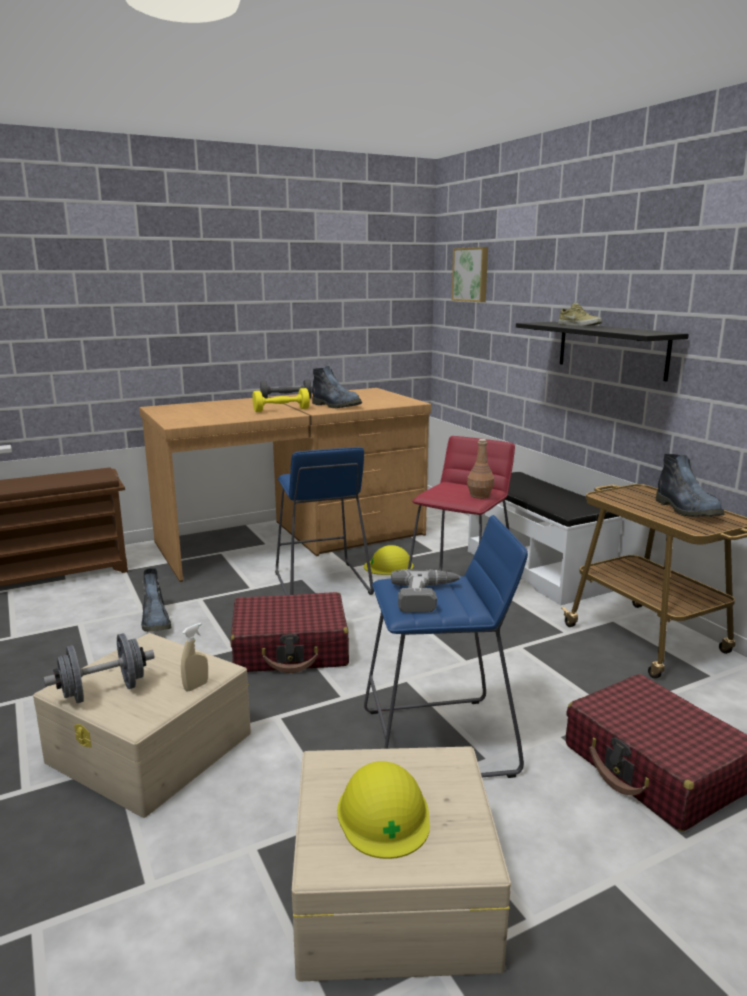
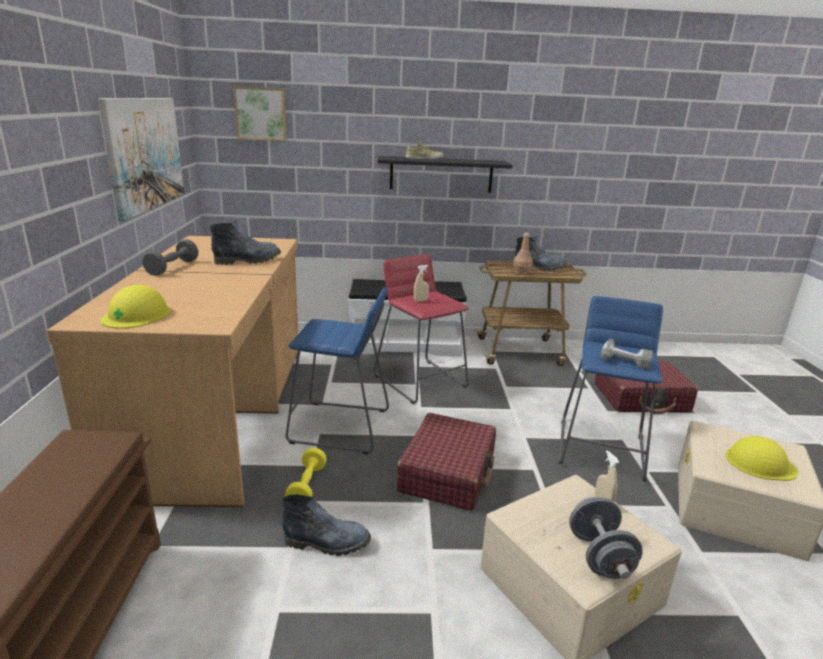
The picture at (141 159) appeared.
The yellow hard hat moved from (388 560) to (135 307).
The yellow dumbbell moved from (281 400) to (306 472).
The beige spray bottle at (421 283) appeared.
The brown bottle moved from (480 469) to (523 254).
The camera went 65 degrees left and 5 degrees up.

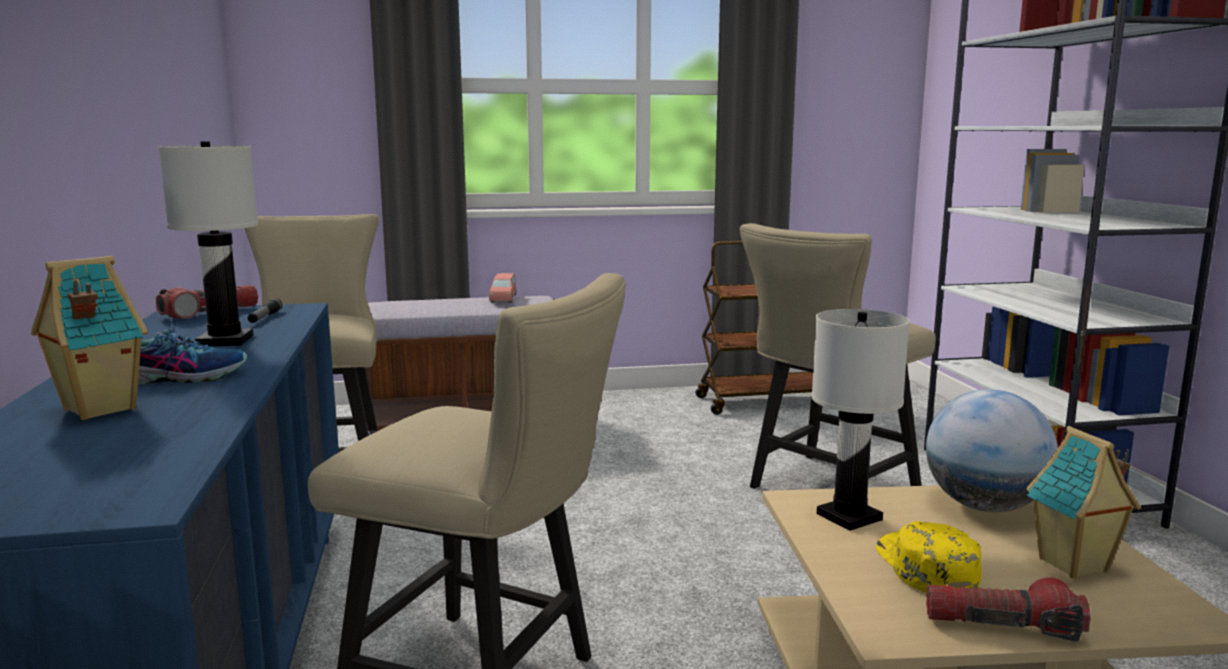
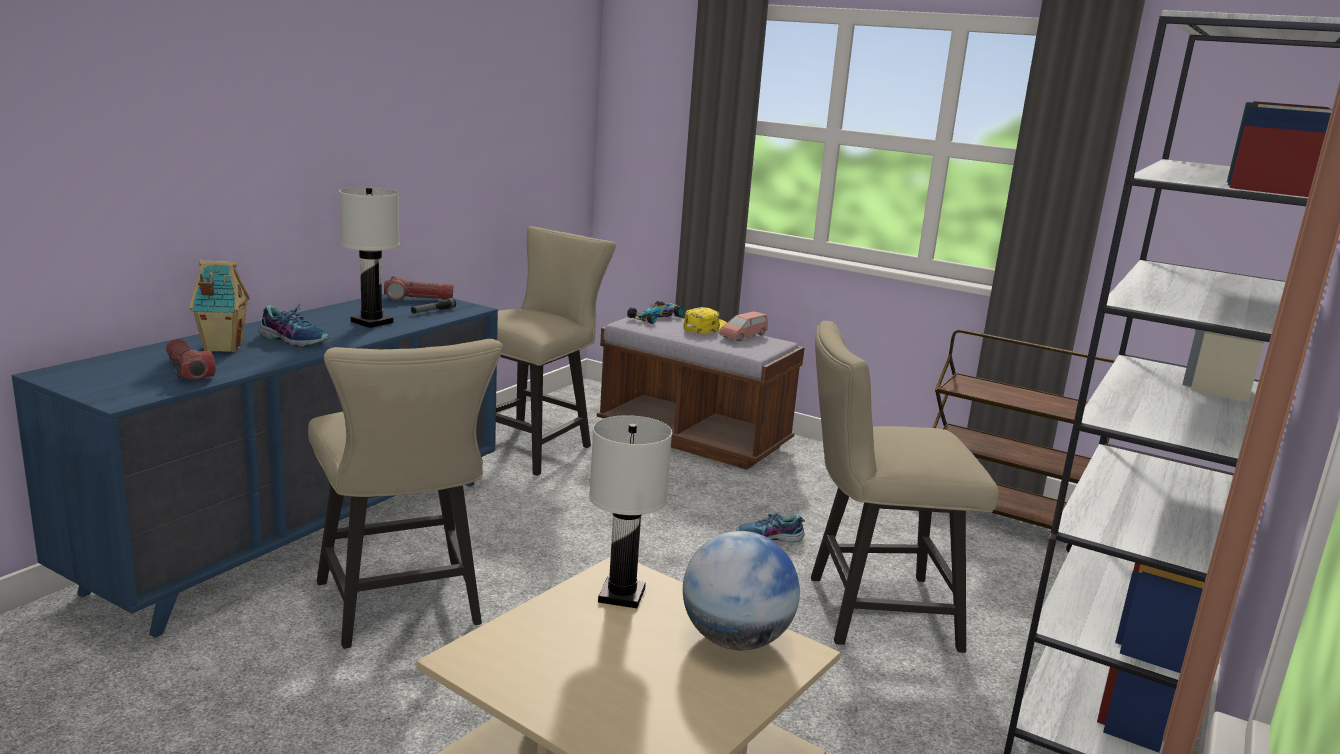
The flashlight moved from (1008 609) to (190 359).
The toy car at (655 312) appeared.
The yellow cap moved from (929 557) to (705 320).
The shoe at (770 527) appeared.
The toy house at (1083 502) disappeared.
The camera went 40 degrees right and 5 degrees up.

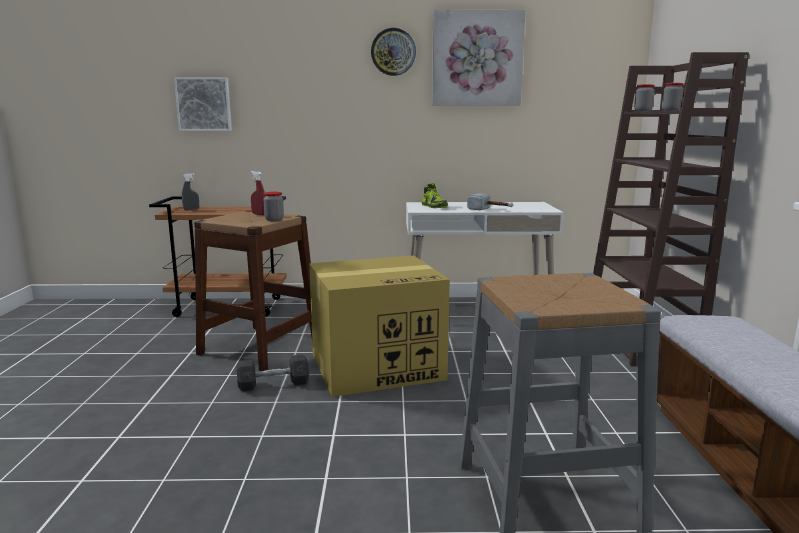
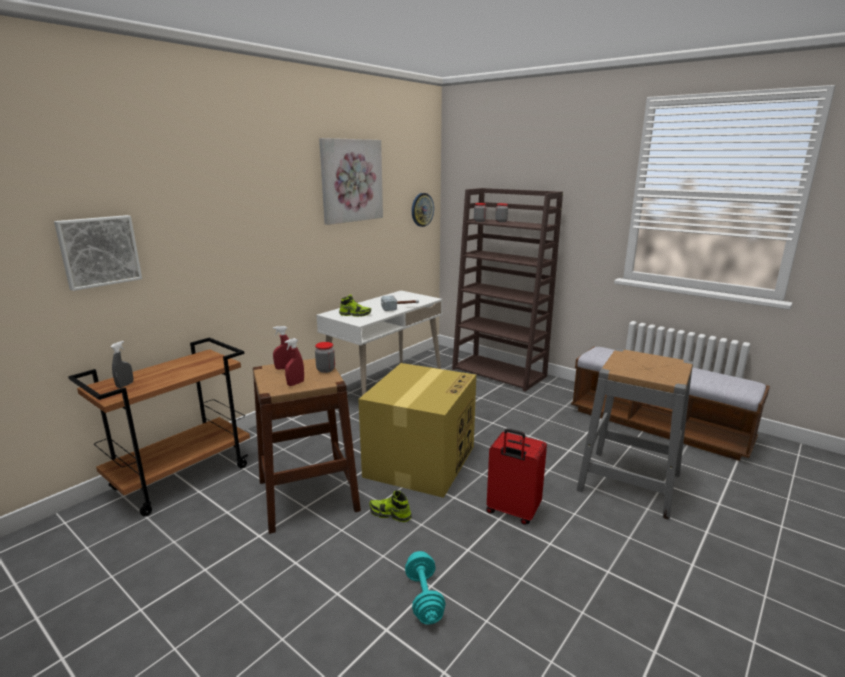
The red spray bottle at (294 362) appeared.
The grey dumbbell at (273 373) was replaced by the shoe at (390 506).
The turquoise dumbbell at (425 588) appeared.
The wall clock moved from (393 52) to (423 210).
The red suitcase at (516 476) appeared.
The camera went 50 degrees left and 5 degrees up.

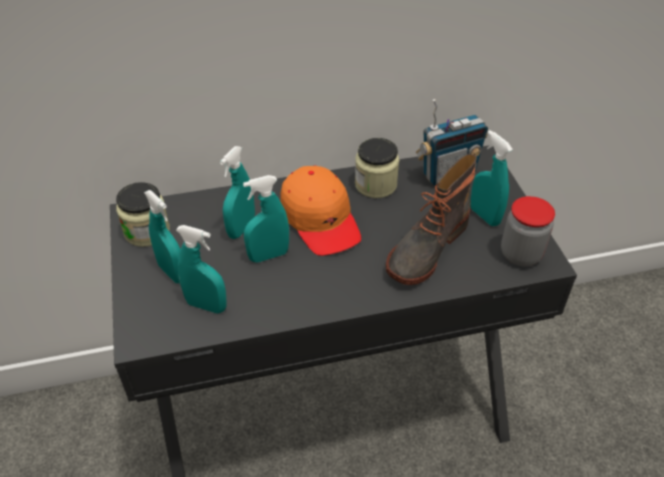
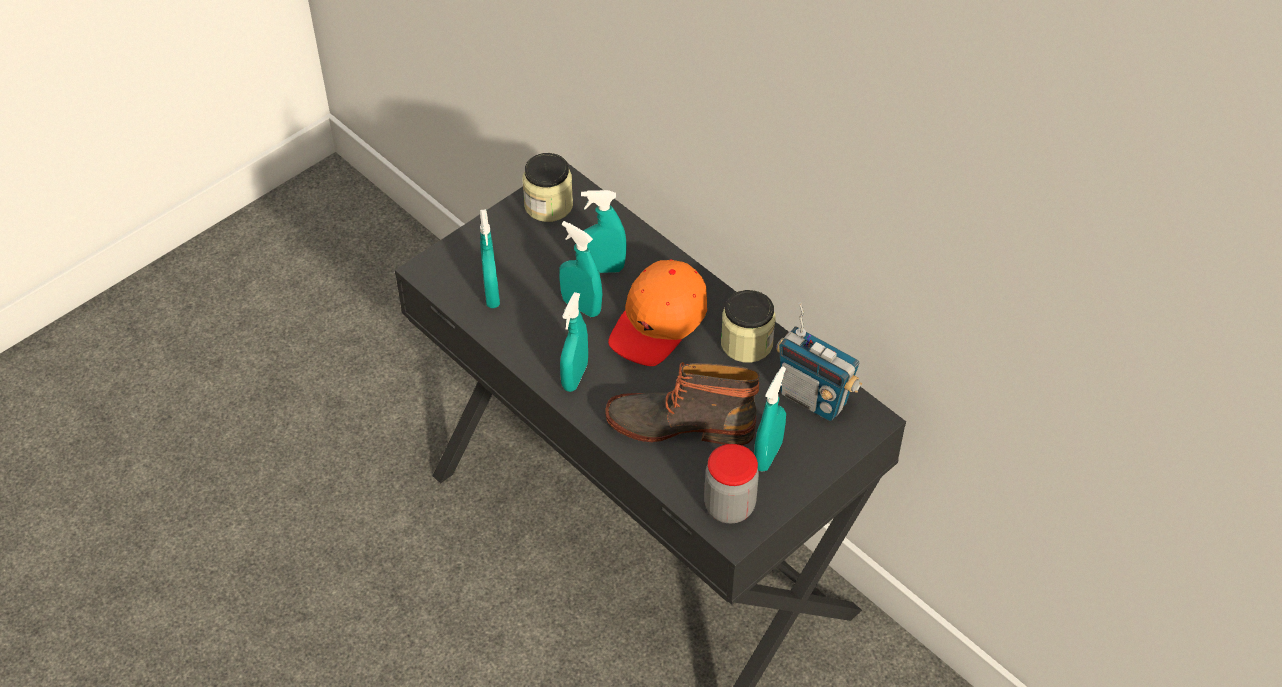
The turquoise spray bottle moved from (162 236) to (574 342).
The camera went 60 degrees right and 5 degrees up.

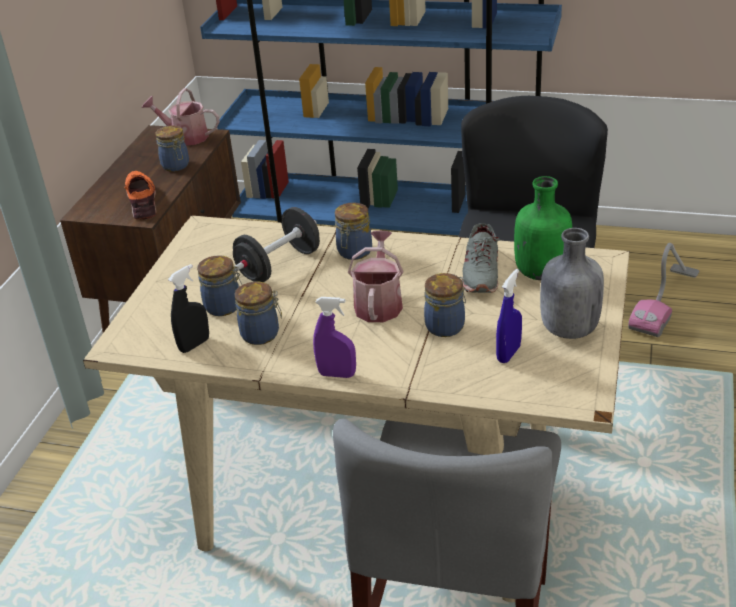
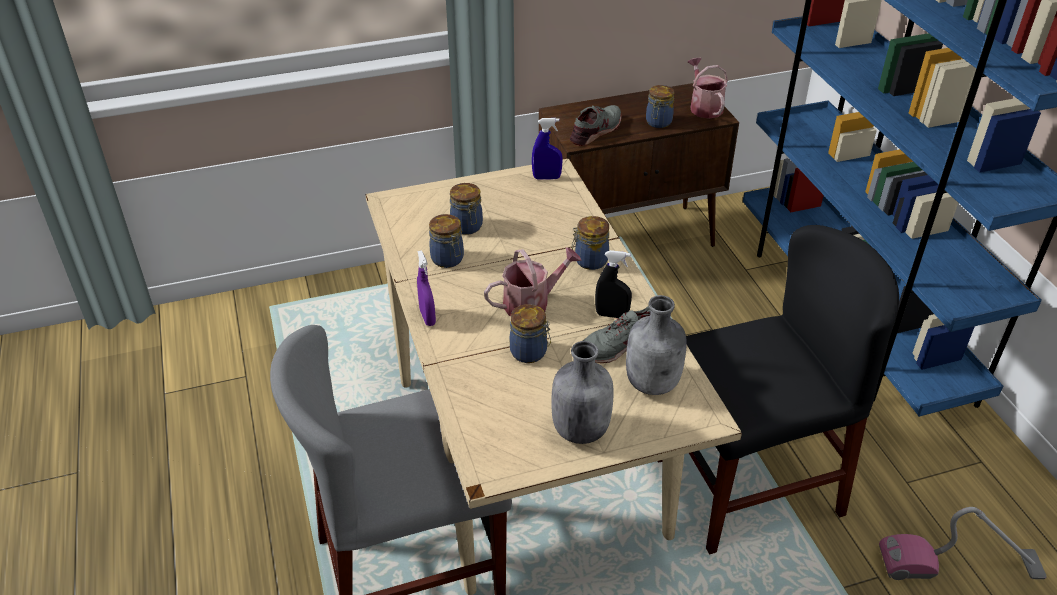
The blue spray bottle moved from (509 316) to (547 148).
The orange shoe at (141 195) became the grey shoe at (596 125).
The black spray bottle moved from (188 308) to (613 284).
The green bottle at (543 228) became the grey bottle at (656 345).
The black dumbbell at (276 244) disappeared.
The camera went 55 degrees right and 5 degrees up.

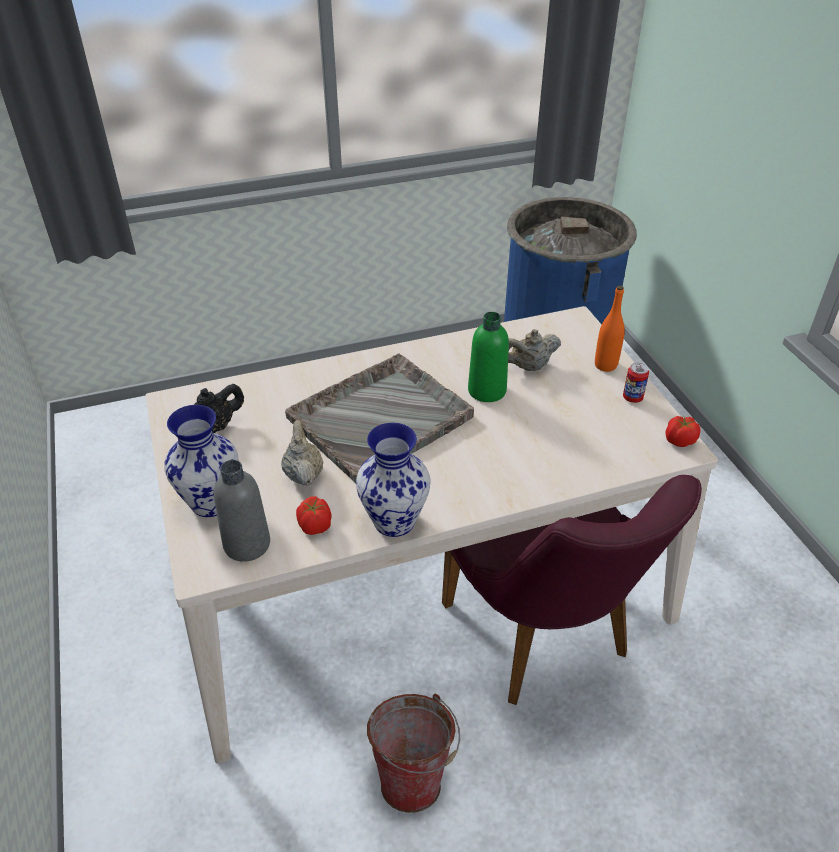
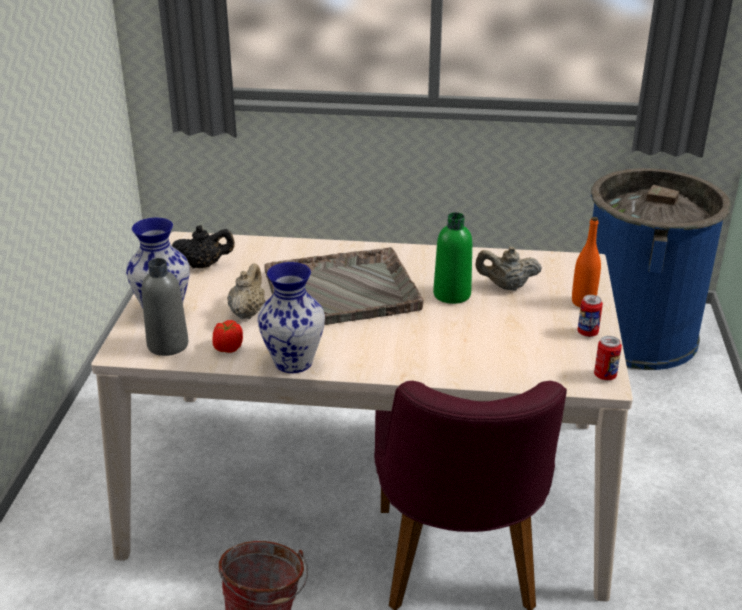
The tomato at (683 431) was replaced by the can at (608 358).
The camera went 25 degrees right and 10 degrees down.

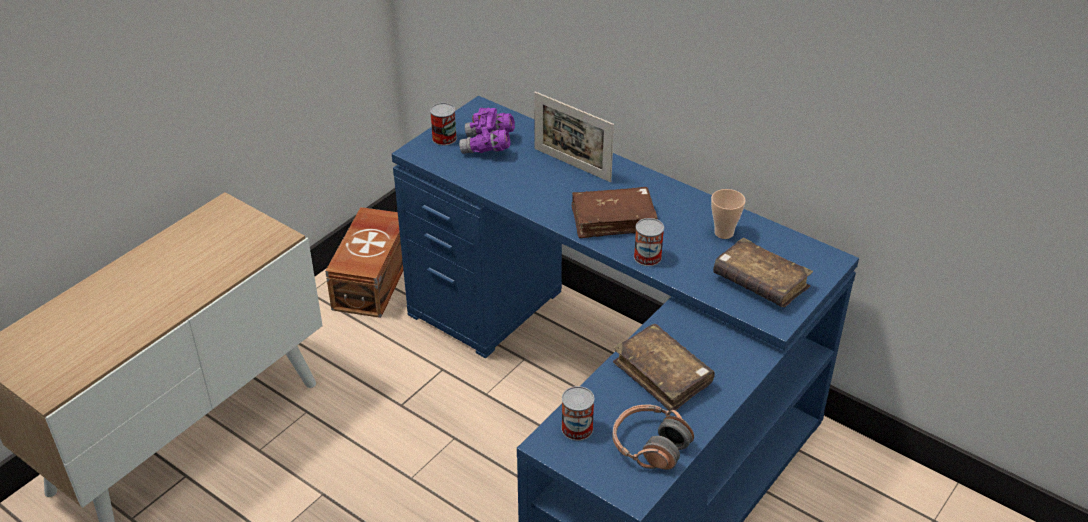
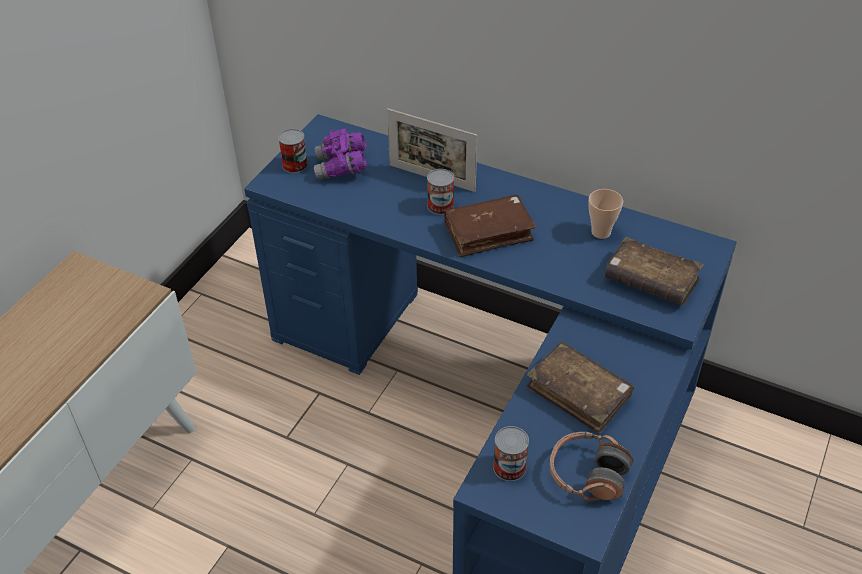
The can moved from (649 242) to (440 192).
The brown storage box at (364 262) disappeared.
The camera went 10 degrees left and 5 degrees up.

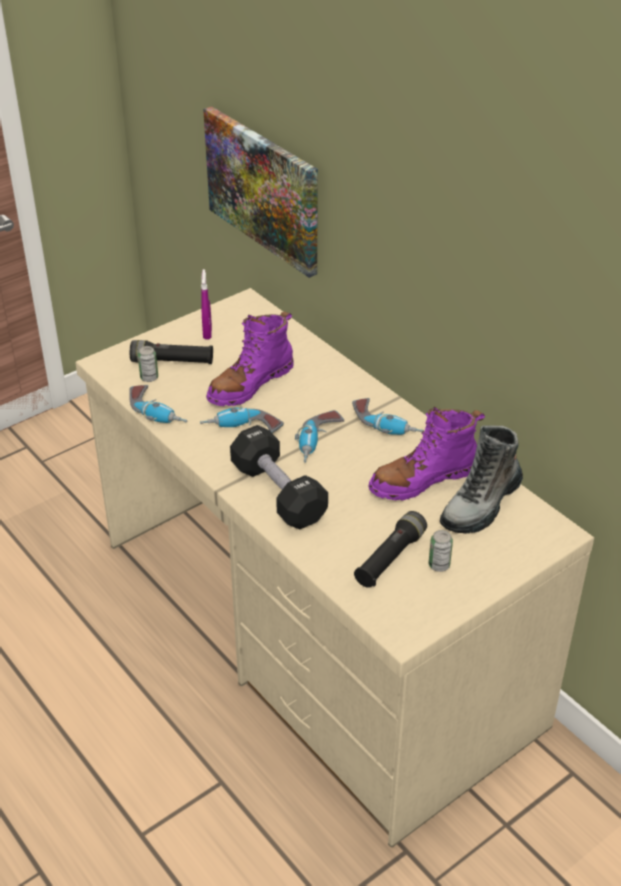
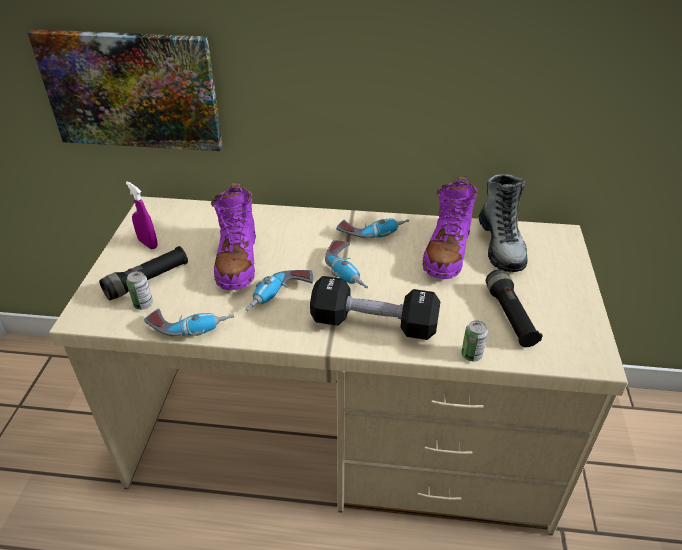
The can moved from (441 551) to (474 340).
The camera went 45 degrees left and 0 degrees up.

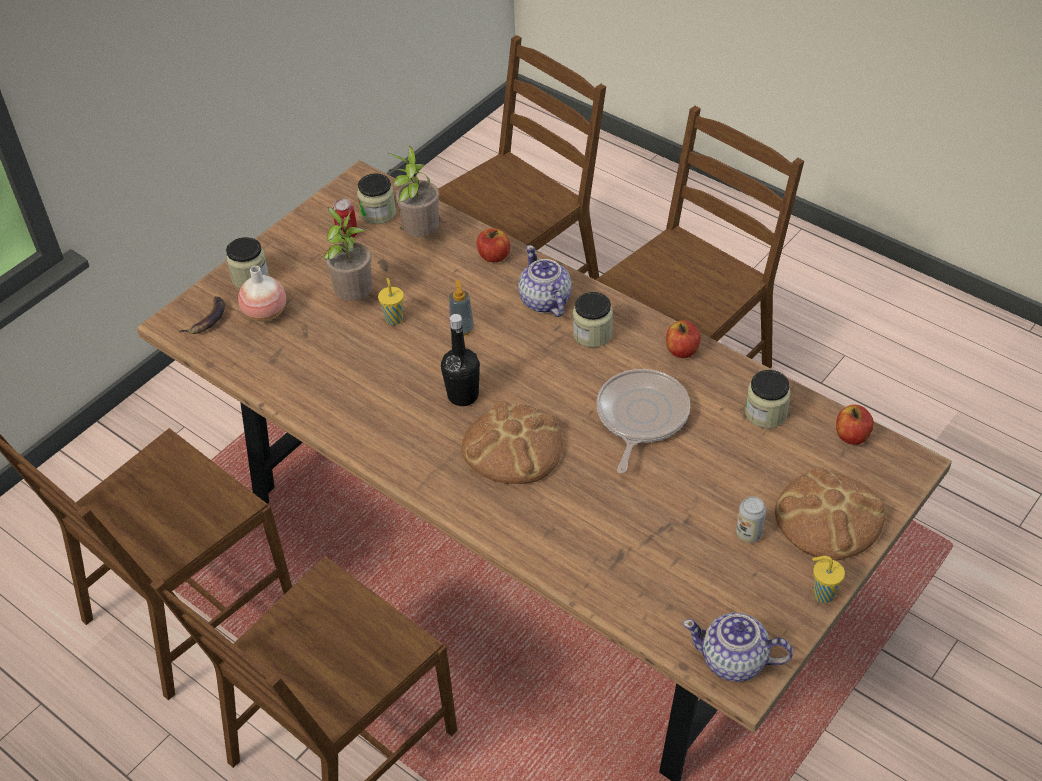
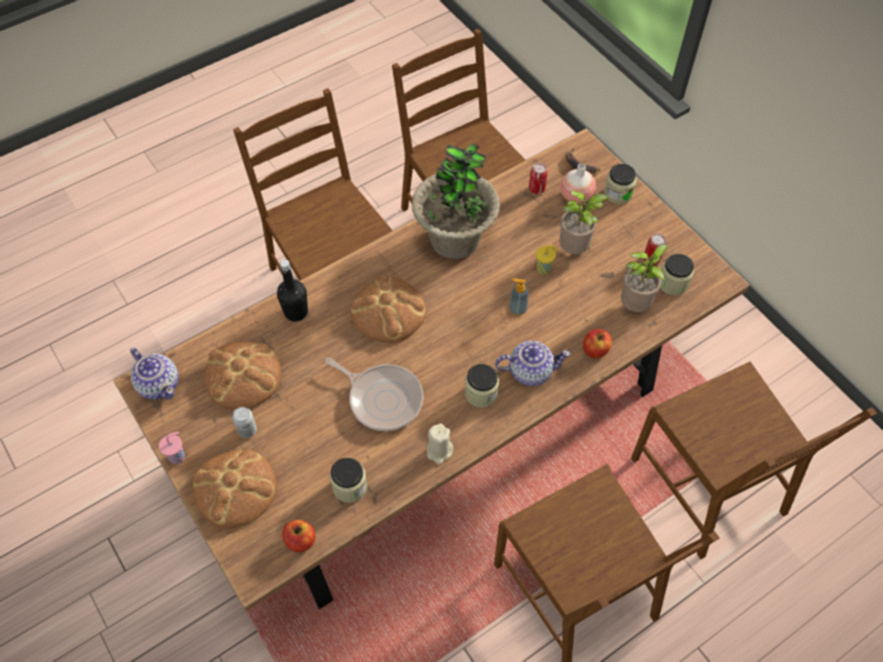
The teapot at (737 647) turned 105 degrees clockwise.
The yellow cup at (828 579) became the pink cup at (172 448).
The bread at (242 376) appeared.
The black bottle moved from (460 360) to (292 290).
The potted plant at (456 201) appeared.
The apple at (683 339) was replaced by the beige candle at (440 443).
The can at (538 178) appeared.
The camera went 105 degrees right and 10 degrees up.

